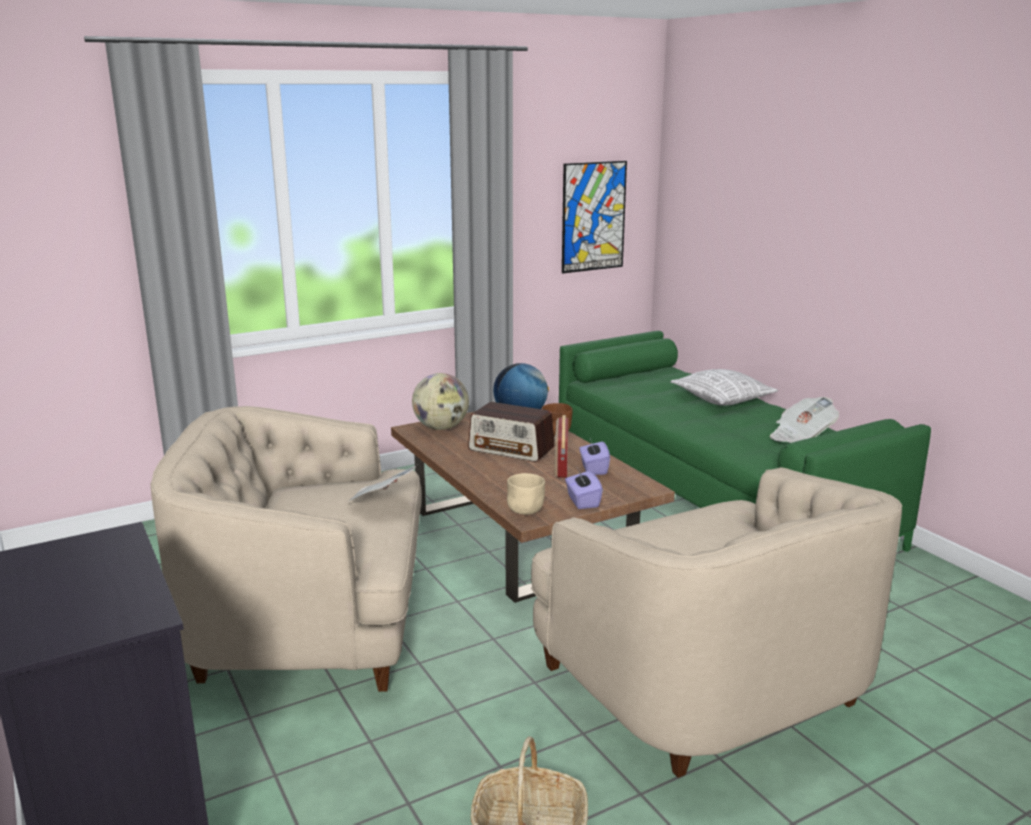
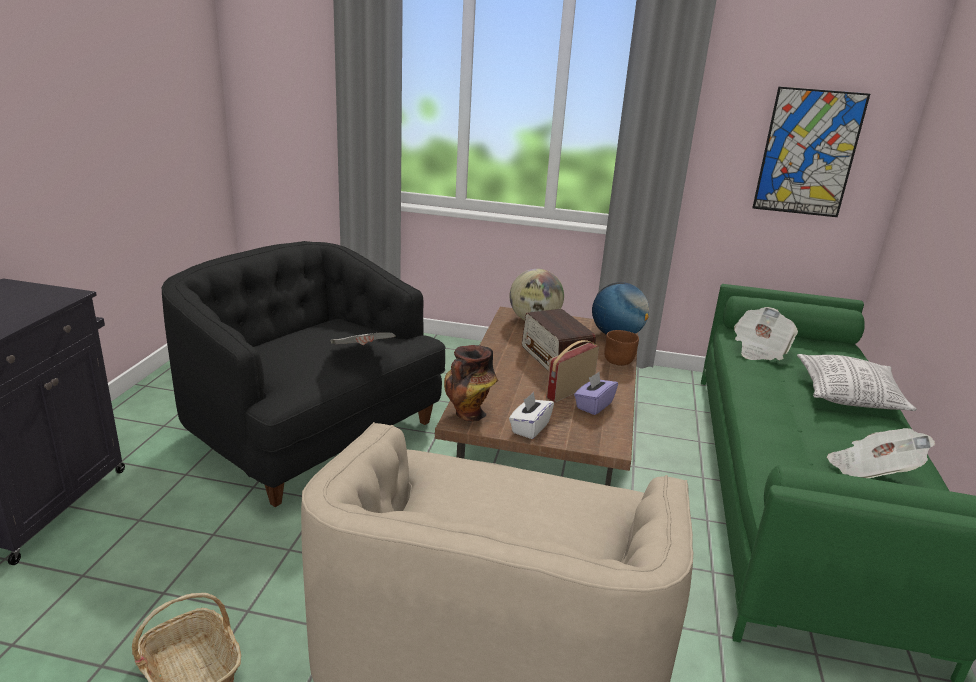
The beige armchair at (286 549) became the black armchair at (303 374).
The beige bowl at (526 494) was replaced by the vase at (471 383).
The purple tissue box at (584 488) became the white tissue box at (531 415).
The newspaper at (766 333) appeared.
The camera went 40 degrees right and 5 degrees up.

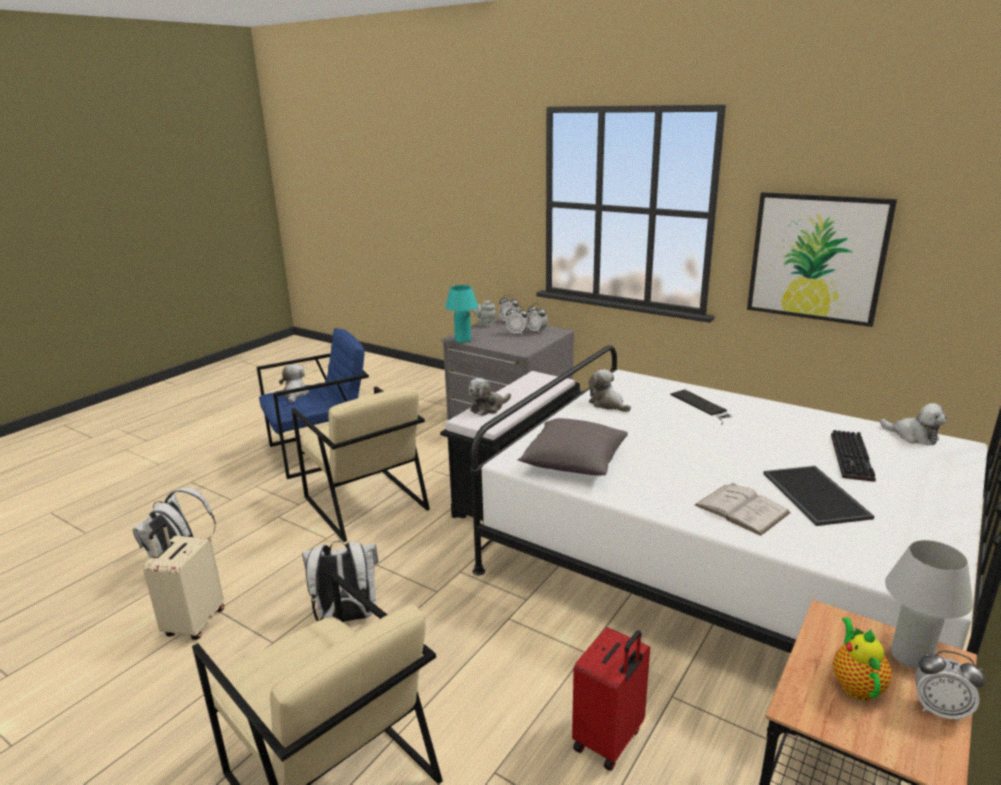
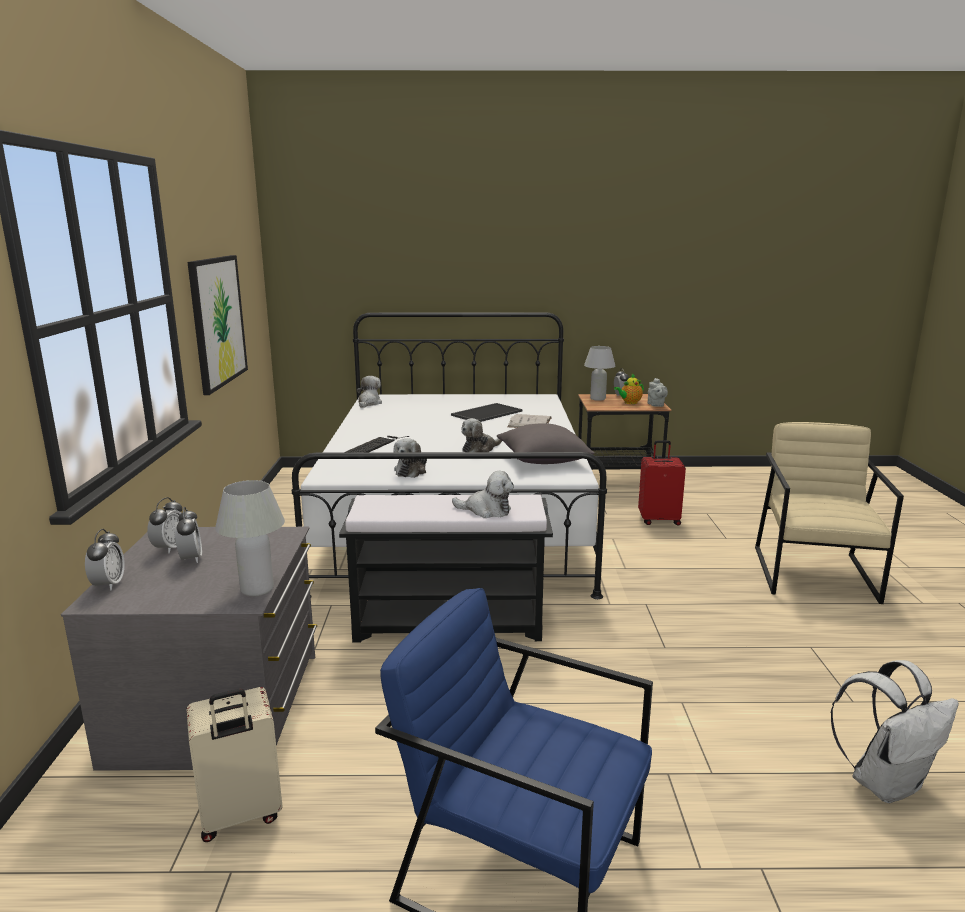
The beige suitcase moved from (183 581) to (234 764).
The turquoise table lamp at (461 314) became the white table lamp at (250 538).
The plush toy moved from (294 383) to (481 435).
The grey teapot moved from (484 313) to (657 392).
The beige armchair at (360 464) disappeared.
The white backpack at (340 581) disappeared.
The keyboard at (853 456) disappeared.
The camera went 125 degrees left and 5 degrees down.

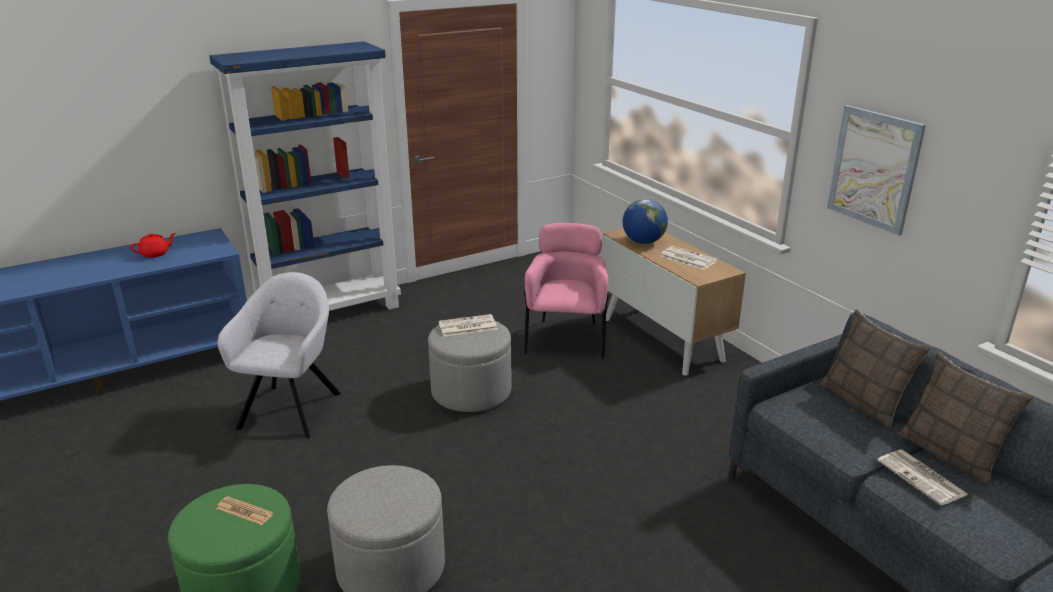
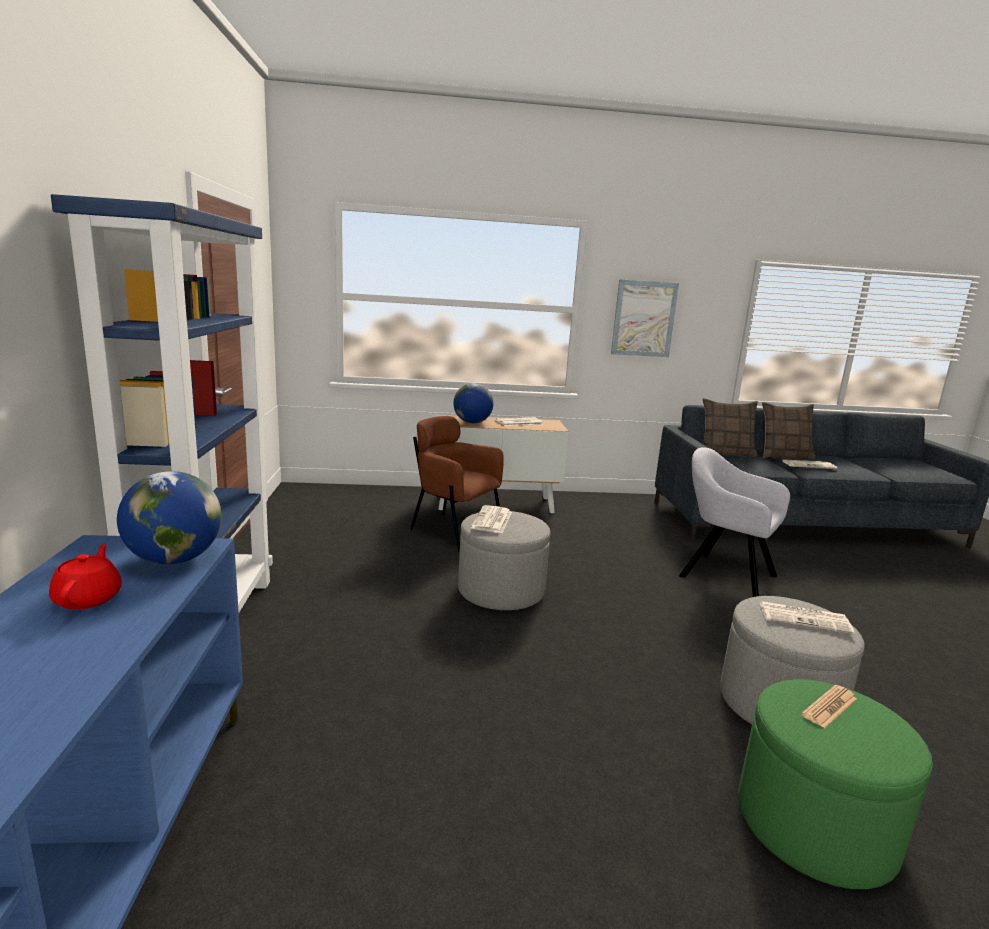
The globe at (169 517) appeared.
The pink armchair at (566 291) became the brown armchair at (457 484).
The grey armchair moved from (279 355) to (734 522).
The newspaper at (807 618) appeared.
The camera went 65 degrees left and 10 degrees down.

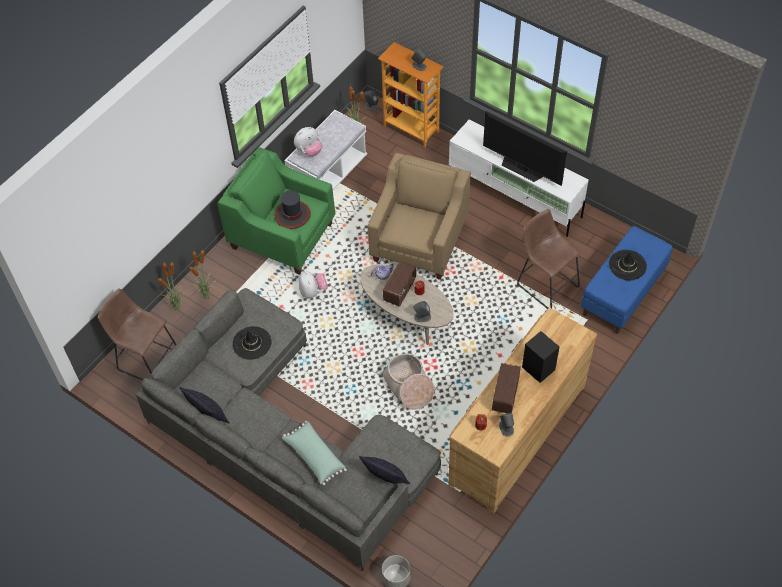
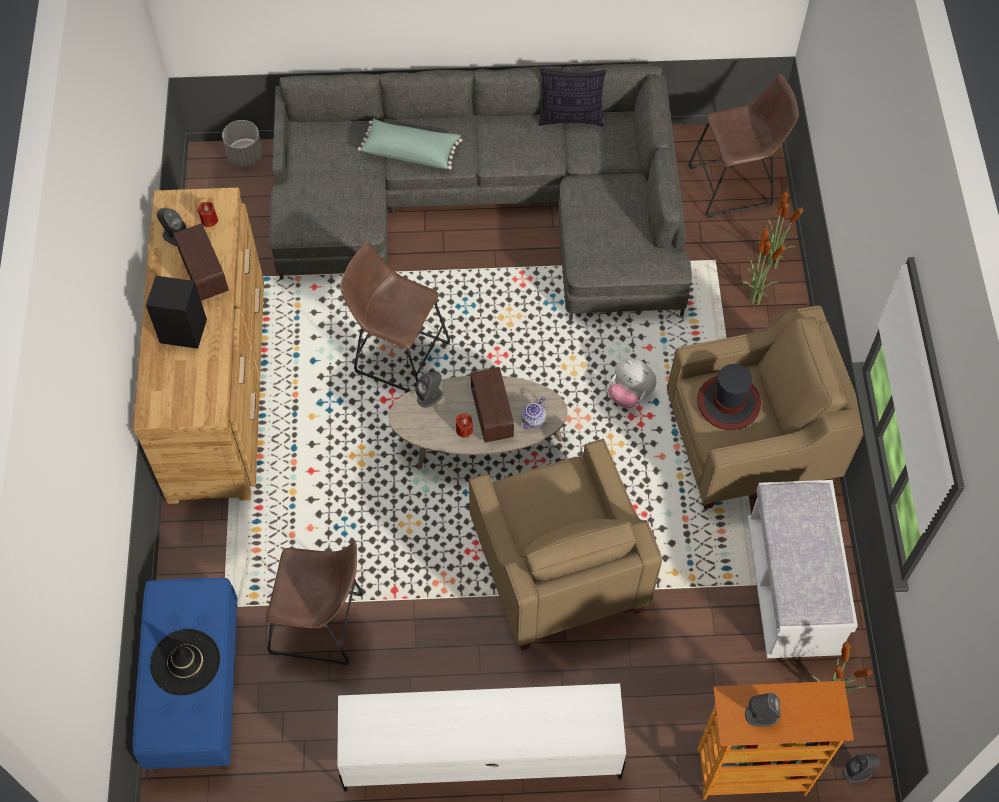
The basket at (407 381) was replaced by the brown stool at (395 317).
The green armchair at (276 211) became the beige armchair at (765 407).
The black hat at (251 343) disappeared.
The plush toy at (308 141) disappeared.
The pillow at (384 470) disappeared.
The television at (525 148) disappeared.
The camera went 140 degrees right and 5 degrees up.

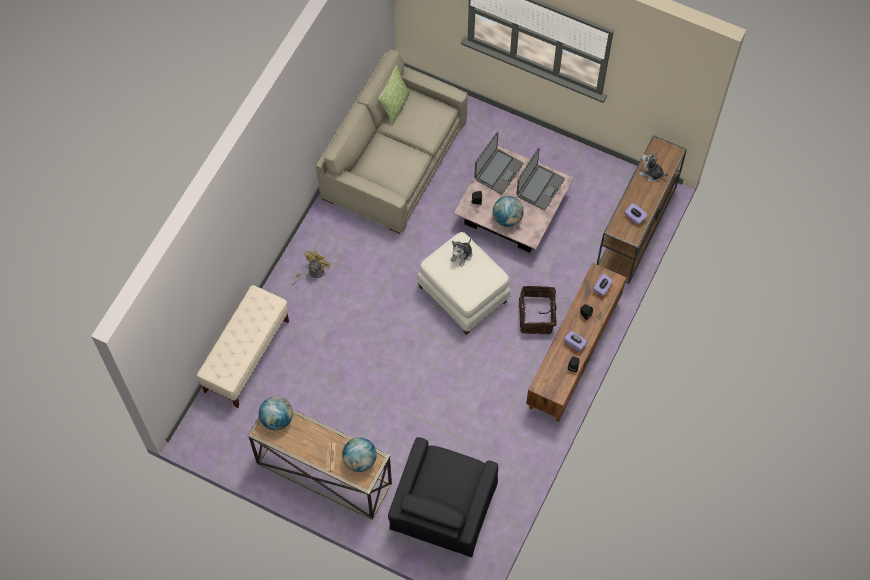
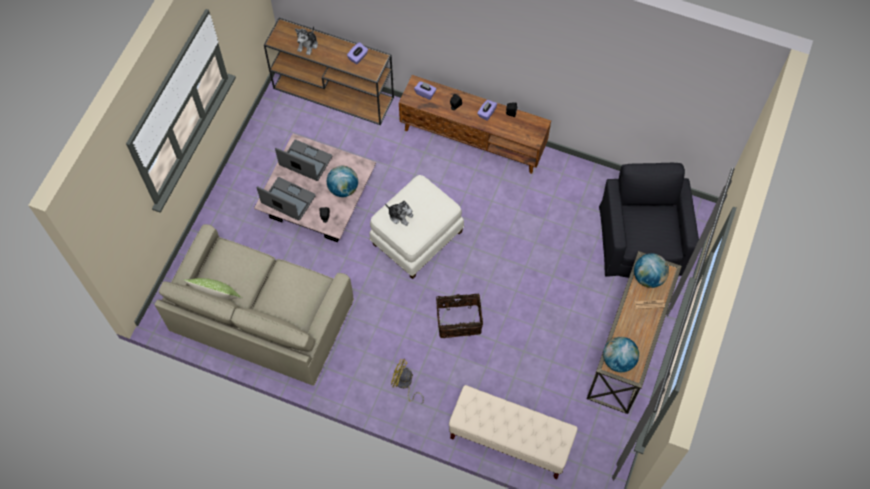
The basket moved from (538 310) to (459 316).
The black armchair at (443 497) turned 105 degrees counterclockwise.
The camera went 95 degrees left and 0 degrees up.

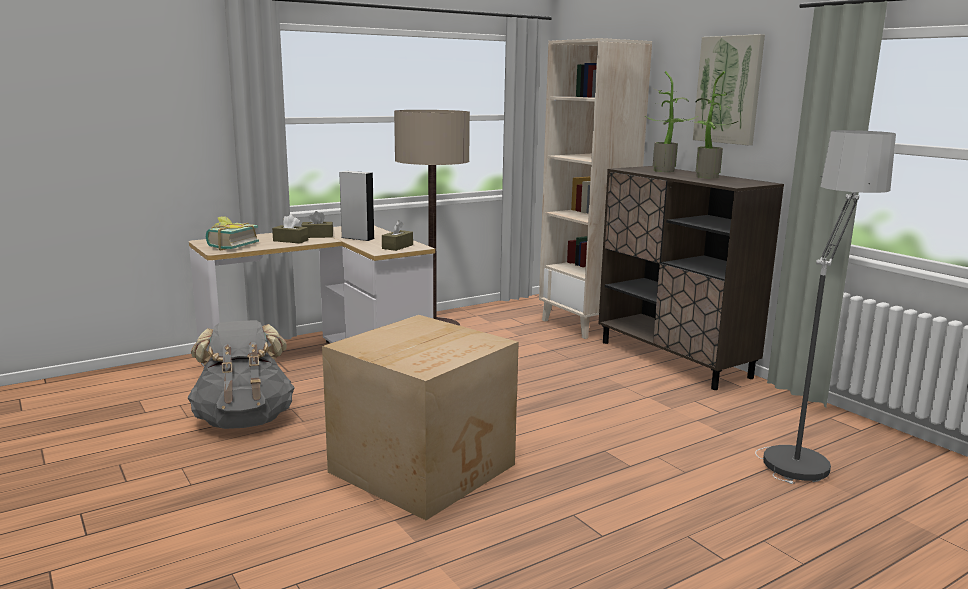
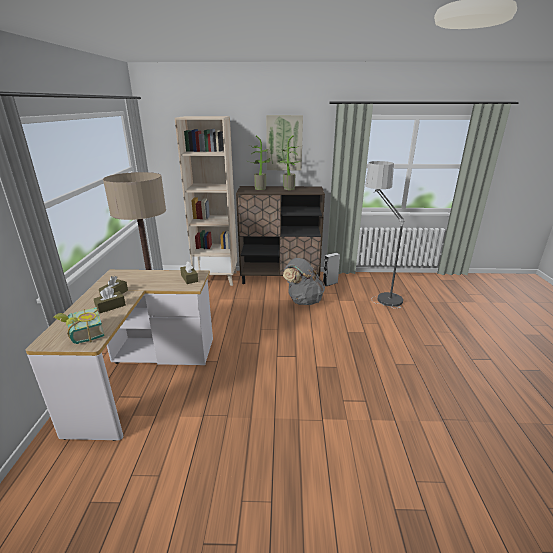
The grey backpack moved from (241 374) to (304 281).
The grey speaker moved from (356 206) to (331 269).
The cardboard box at (420 417) disappeared.
The camera went 55 degrees left and 10 degrees up.

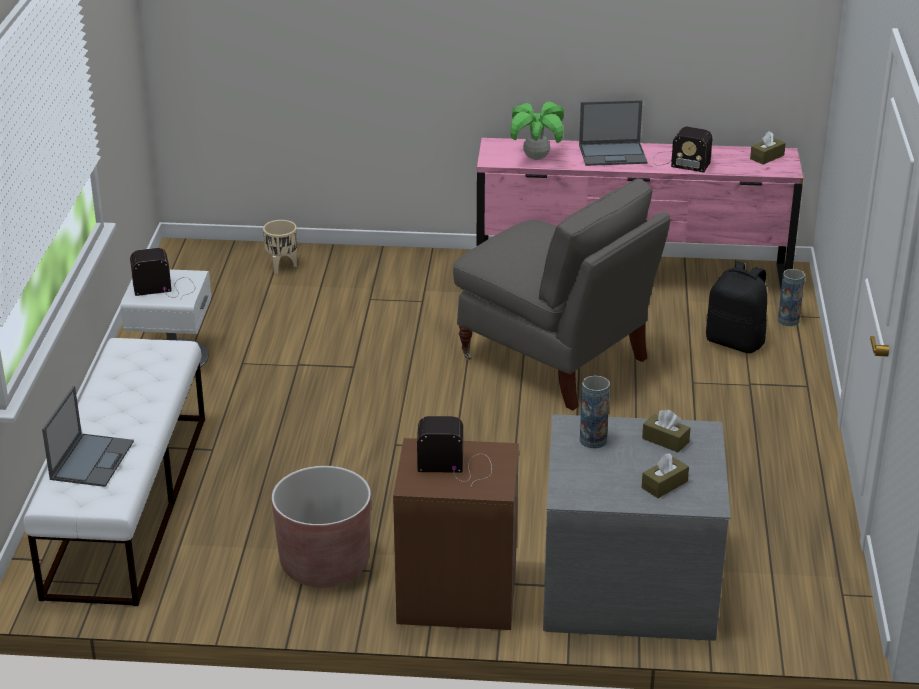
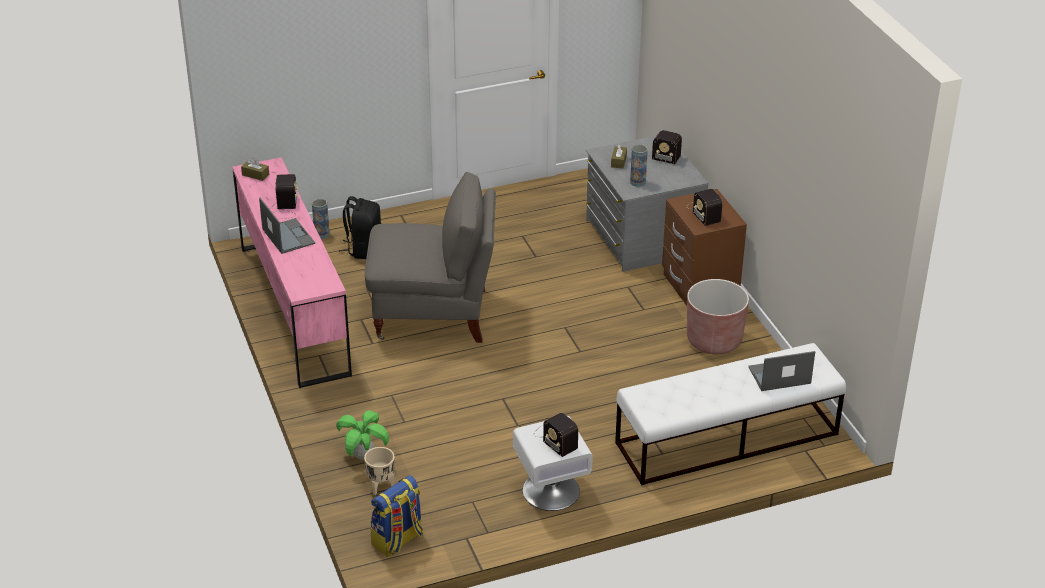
The potted plant moved from (537 130) to (362 435).
The grey armchair at (561 294) turned 75 degrees clockwise.
The backpack at (397 516) appeared.
The brown tissue box at (665 475) was replaced by the radio at (665 147).
The camera went 115 degrees left and 5 degrees up.

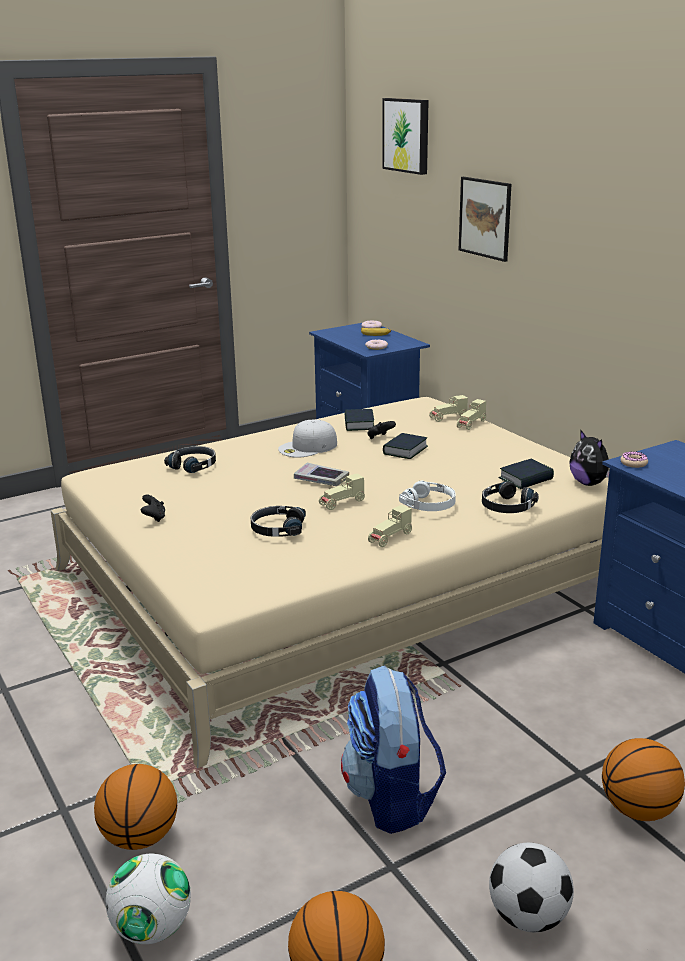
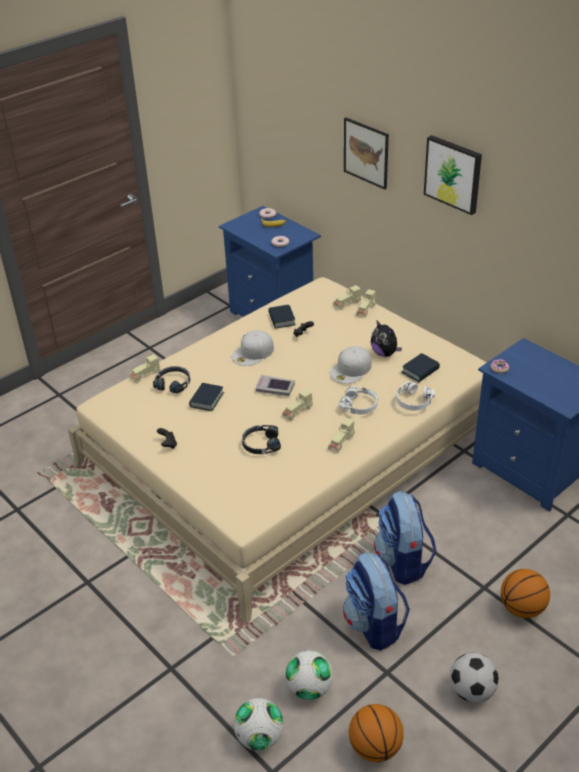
The beige toy car at (144 368) appeared.
The book moved from (405 446) to (206 397).
The football at (309 675) appeared.
The white cap at (351 365) appeared.
The plush toy moved from (589 457) to (386 339).
The backpack at (405 538) appeared.
The black headphones at (510 497) became the white headphones at (415 395).
The picture moved from (405 136) to (453 175).
The basketball at (135 807) disappeared.
The camera went 10 degrees left and 15 degrees up.

